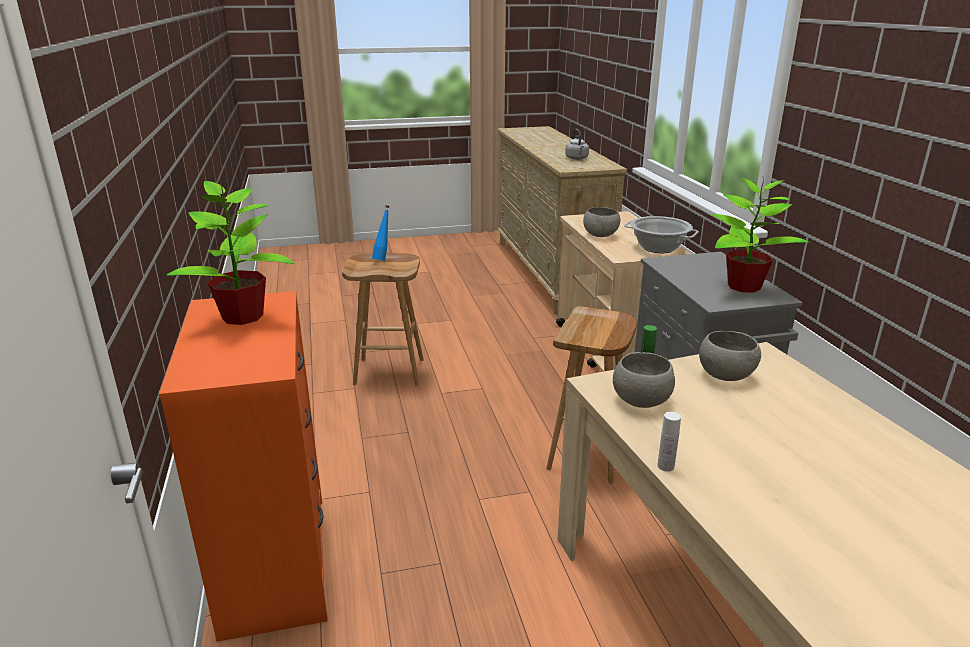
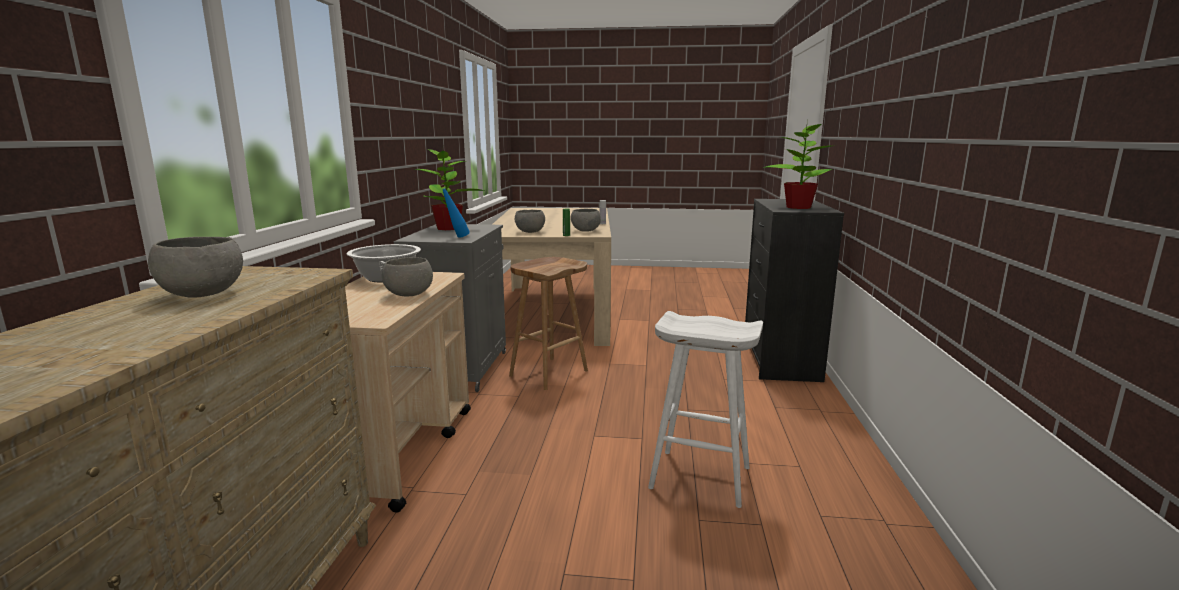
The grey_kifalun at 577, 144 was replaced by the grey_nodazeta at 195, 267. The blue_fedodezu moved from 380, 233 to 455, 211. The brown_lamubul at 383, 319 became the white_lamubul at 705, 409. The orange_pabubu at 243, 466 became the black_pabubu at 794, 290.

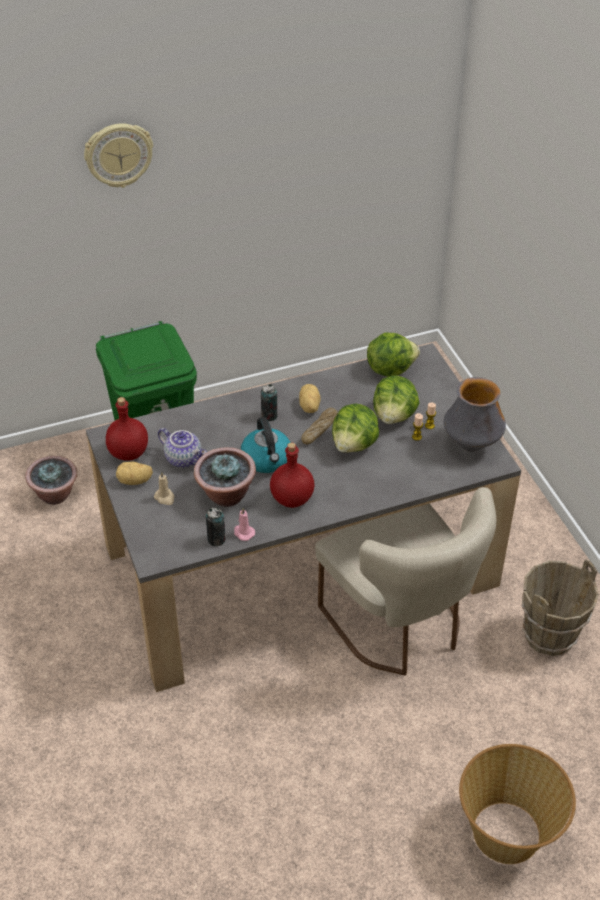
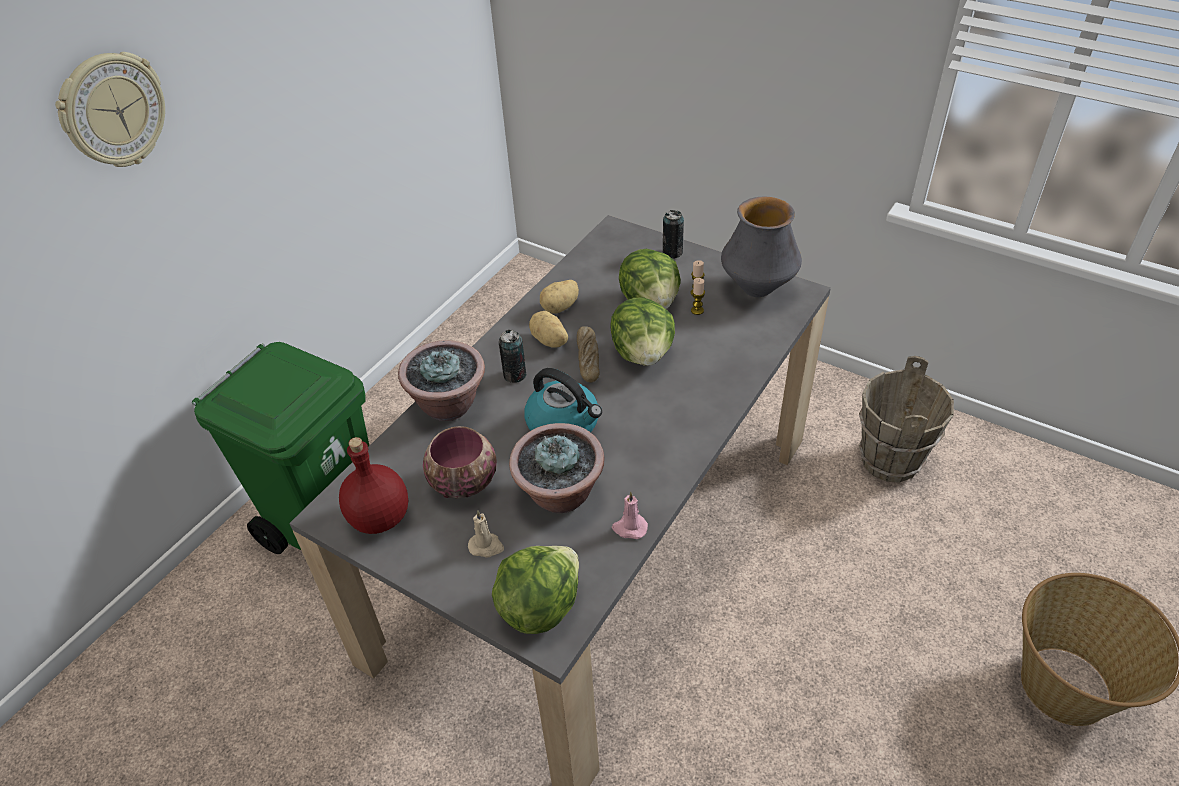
The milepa moved from 393, 354 to 535, 590. The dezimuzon at 182, 448 was replaced by the nodazeta at 460, 462. The red_fedodezu at 292, 475 disappeared. The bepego moved from 51, 480 to 441, 380. The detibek moved from 134, 473 to 559, 297. The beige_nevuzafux at 405, 581 disappeared. The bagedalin moved from 216, 527 to 673, 234.

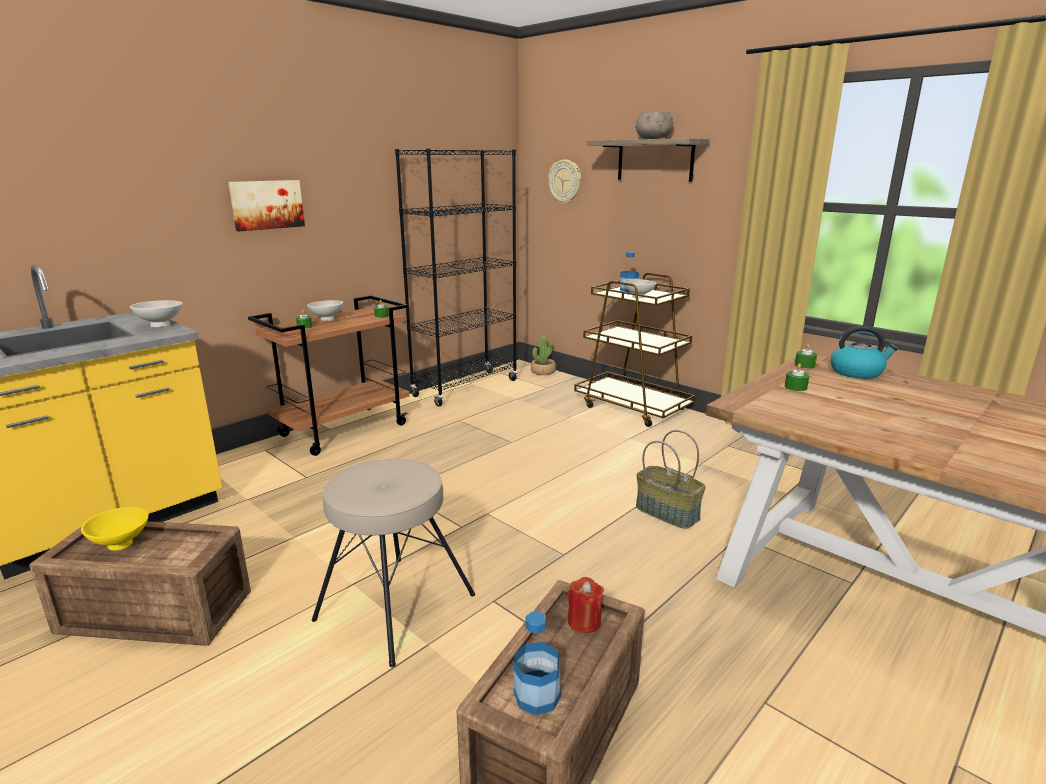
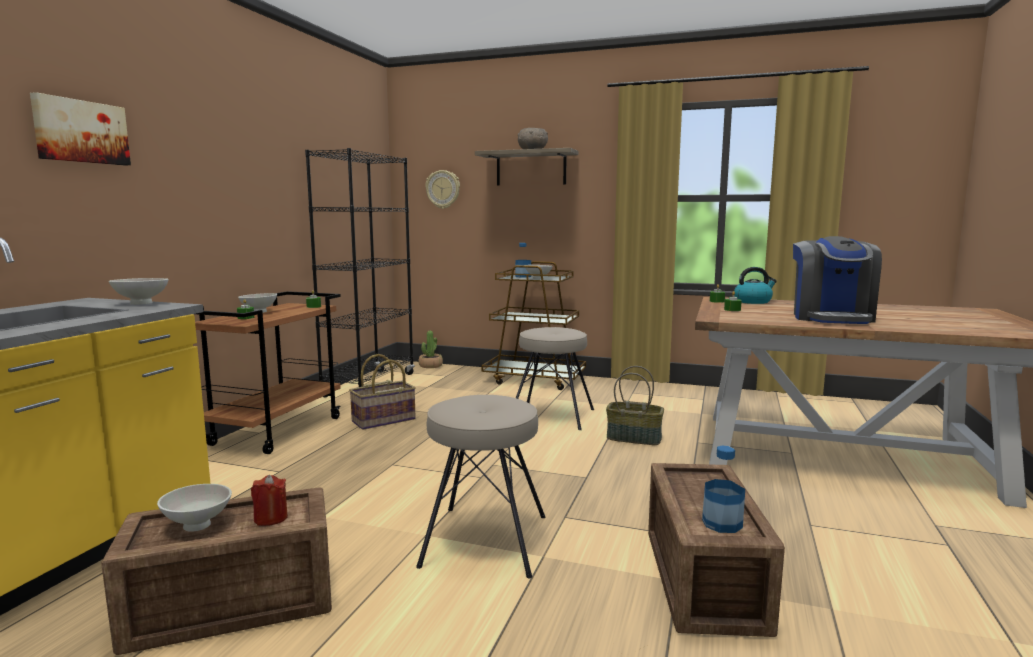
The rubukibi moved from 266, 205 to 80, 128. The yellow_nodazeta at 114, 528 became the white_nodazeta at 194, 508. The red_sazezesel moved from 586, 605 to 269, 500. The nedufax at 837, 280 appeared. The beige_lamubul at 555, 378 appeared. The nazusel at 382, 392 appeared.

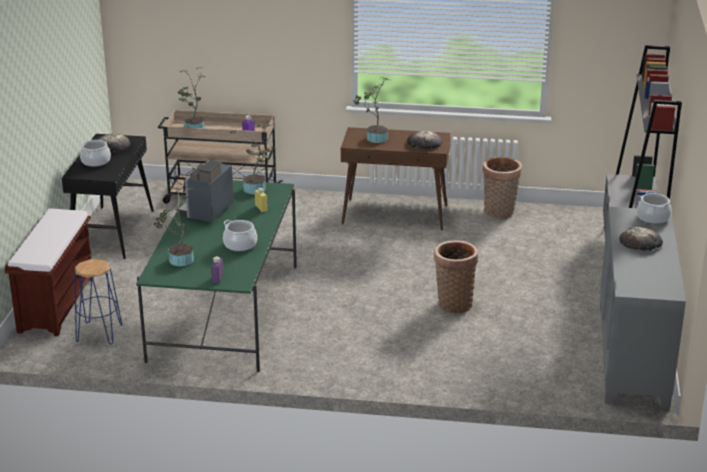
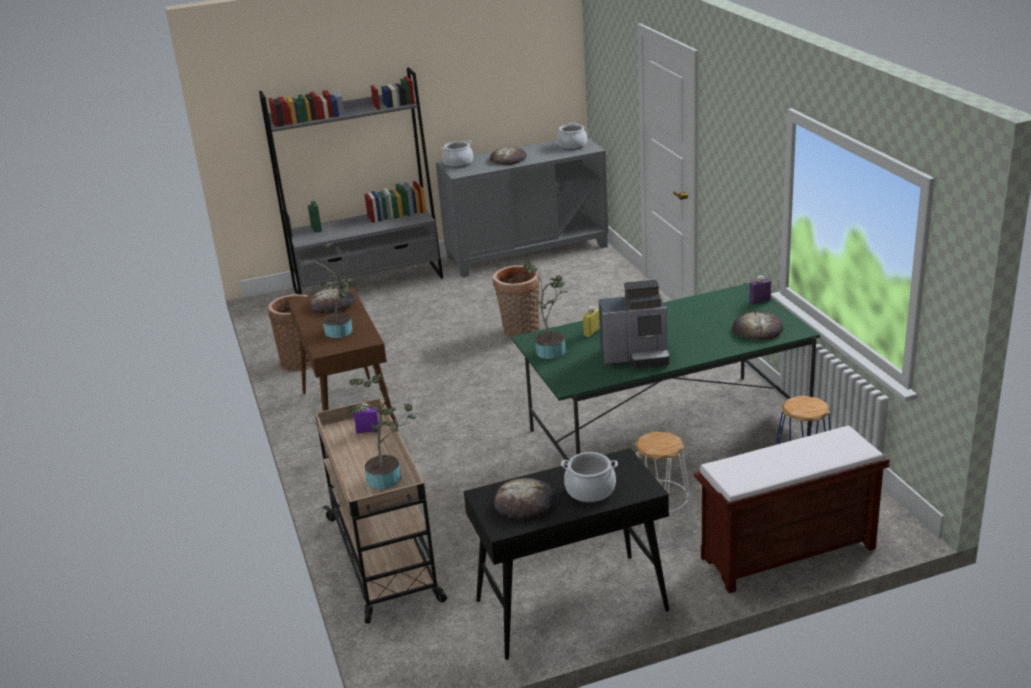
The bepego at 174, 227 was replaced by the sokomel at 757, 326. The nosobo moved from 240, 236 to 572, 136. The white_lamubul at 665, 490 appeared.

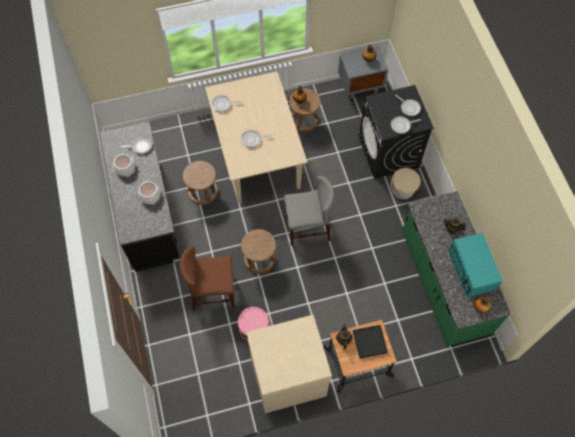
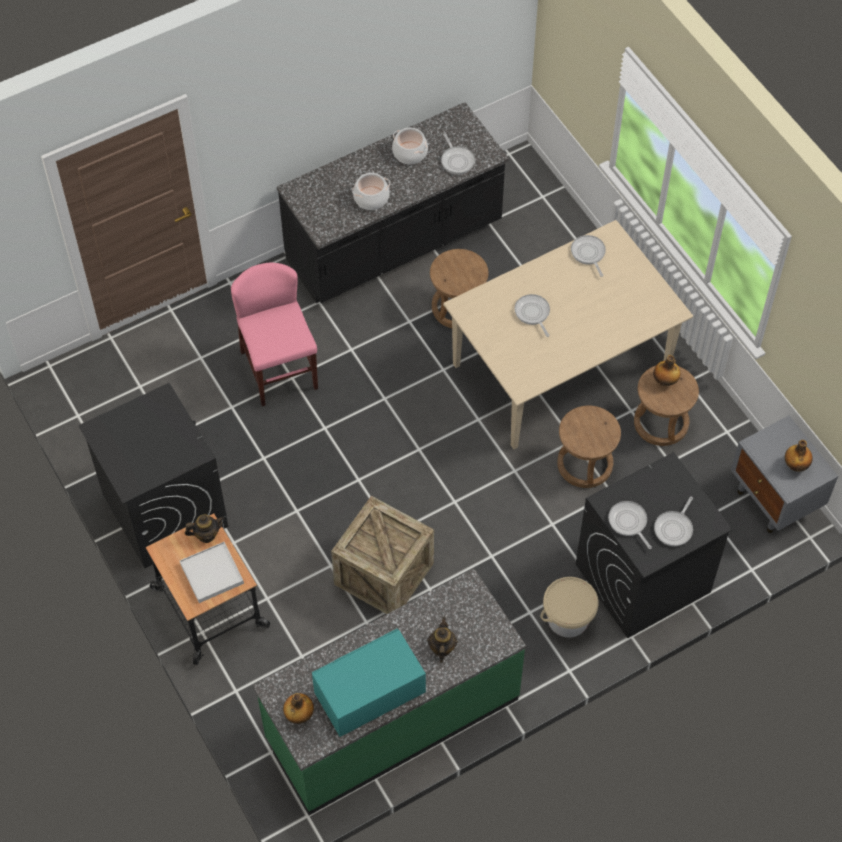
The grey_nevuzafux at 309, 211 disappeared. The brown_lamubul moved from 258, 251 to 589, 447. The brown_nevuzafux at 207, 278 became the pink_nevuzafux at 274, 334. The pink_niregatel at 254, 324 disappeared. The beige_pabubu at 289, 364 was replaced by the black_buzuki at 153, 475. The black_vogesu at 370, 342 became the white_vogesu at 212, 572. The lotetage at 382, 554 appeared.

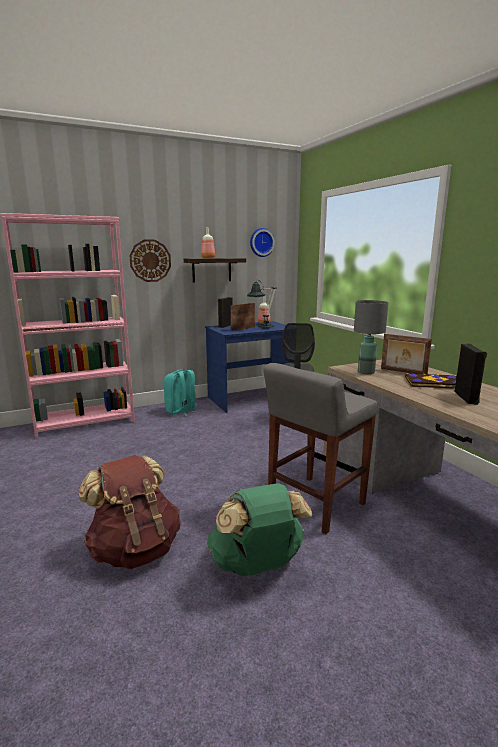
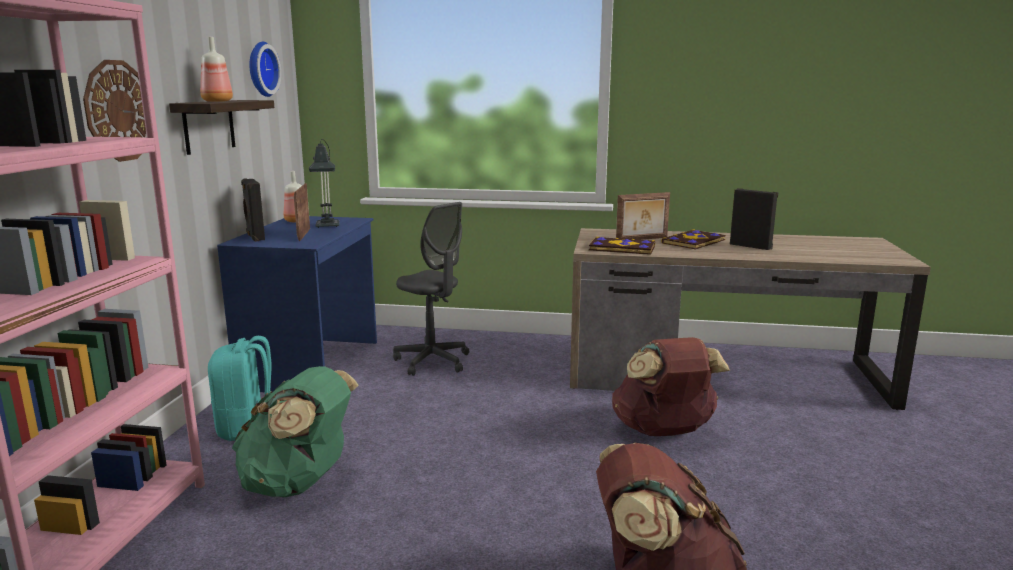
The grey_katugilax at 371, 337 was replaced by the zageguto at 622, 246. The grey_lamubul at 320, 448 was replaced by the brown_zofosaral at 671, 386. The green_zofosaral moved from 260, 529 to 295, 431.

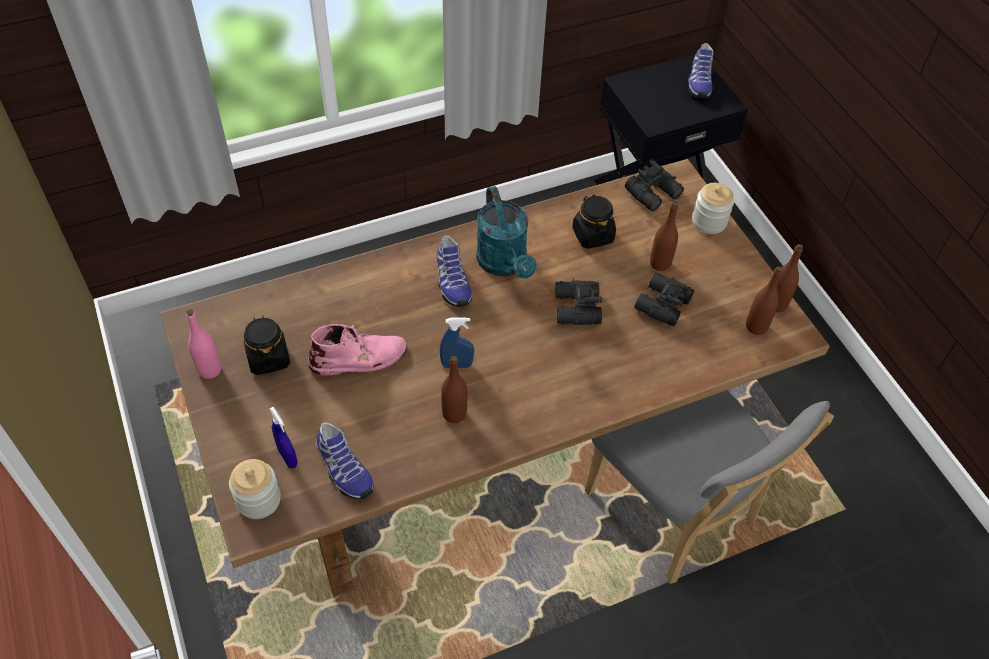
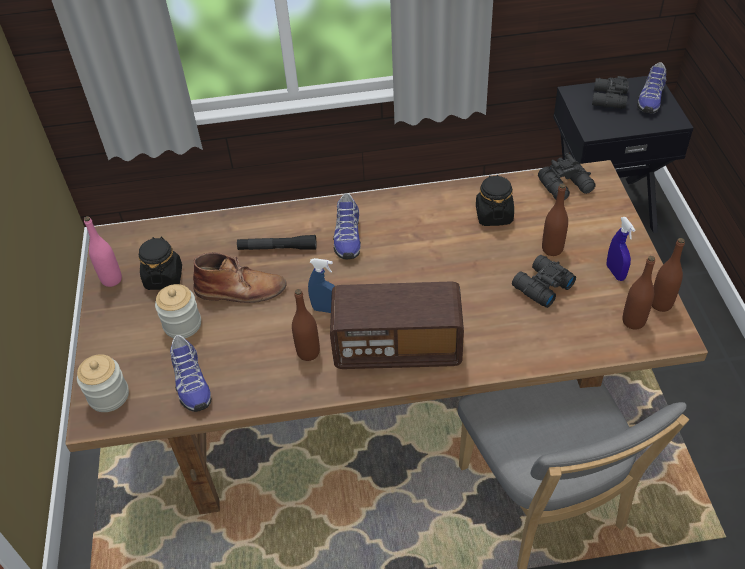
The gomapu moved from 713, 208 to 178, 311. The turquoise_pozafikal at 506, 232 disappeared. The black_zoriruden moved from 578, 301 to 610, 92. The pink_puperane at 357, 349 became the brown_puperane at 240, 278. The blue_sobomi moved from 283, 437 to 621, 249. The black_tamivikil at 277, 242 appeared. The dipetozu at 397, 325 appeared.

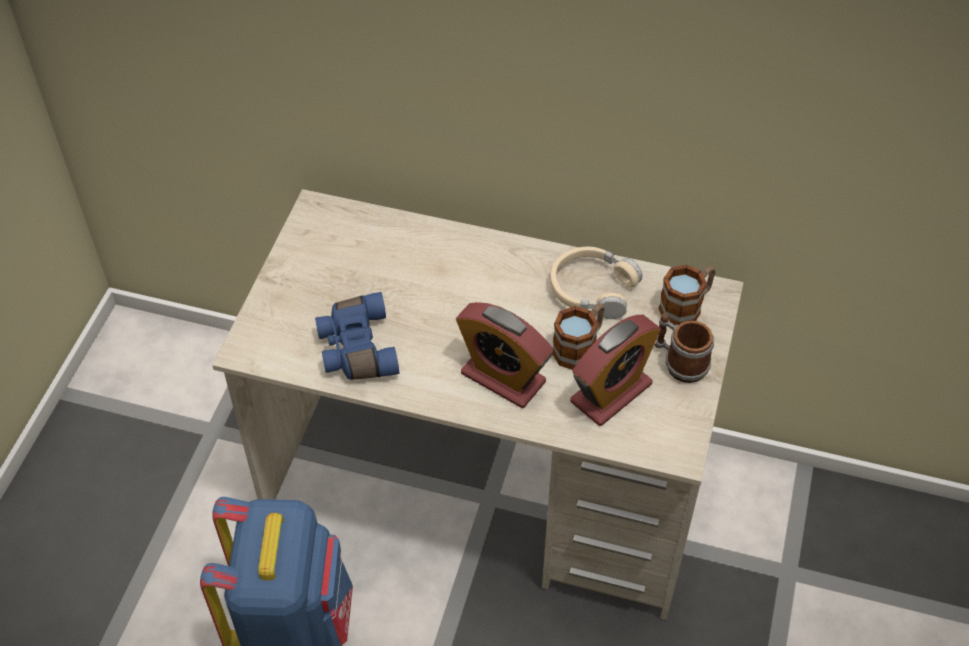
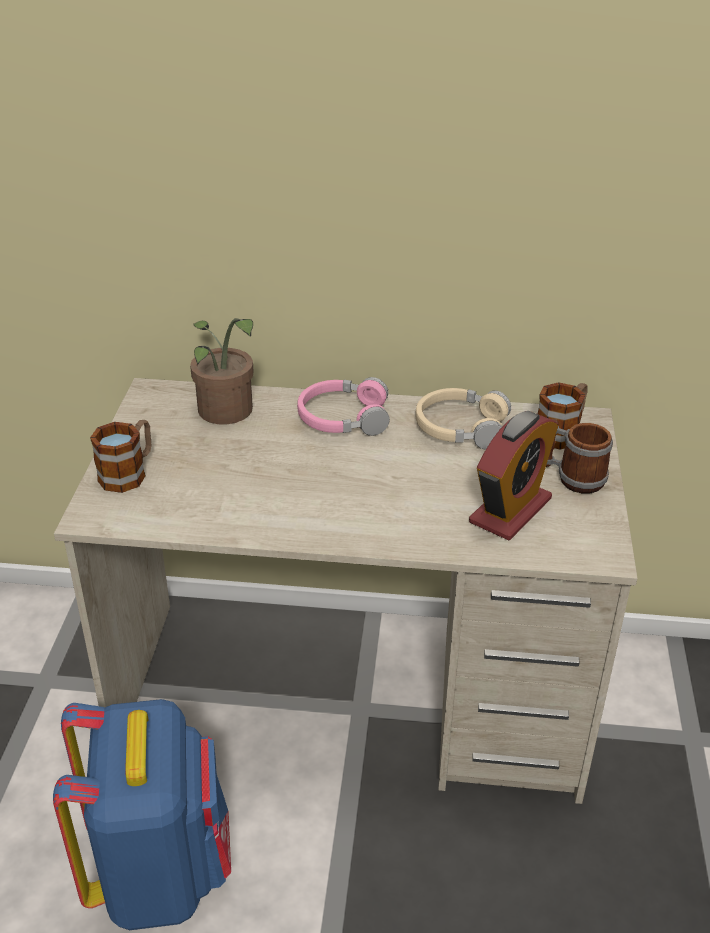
The blue_zoriruden at 357, 336 disappeared. The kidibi at 504, 355 disappeared. The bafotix moved from 578, 337 to 121, 456. The bepego at 222, 371 appeared. The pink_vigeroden at 343, 406 appeared.

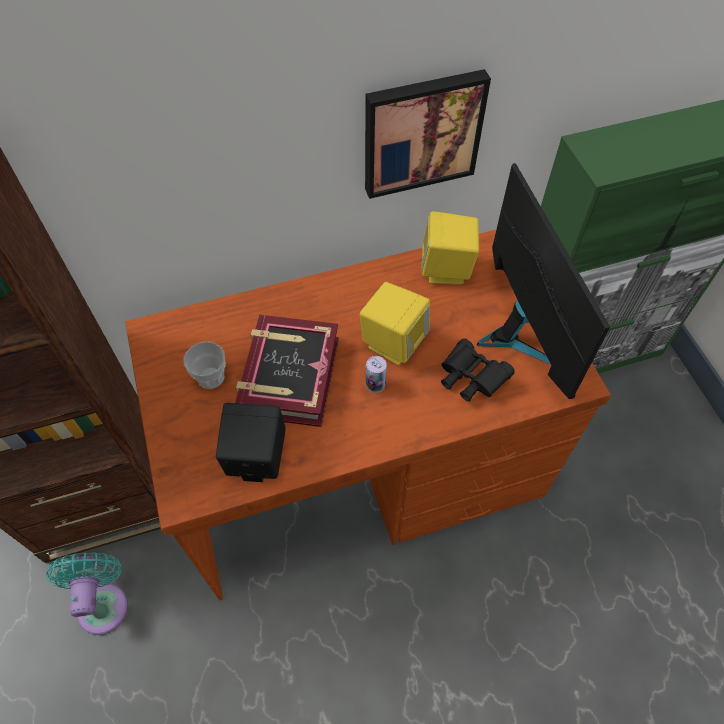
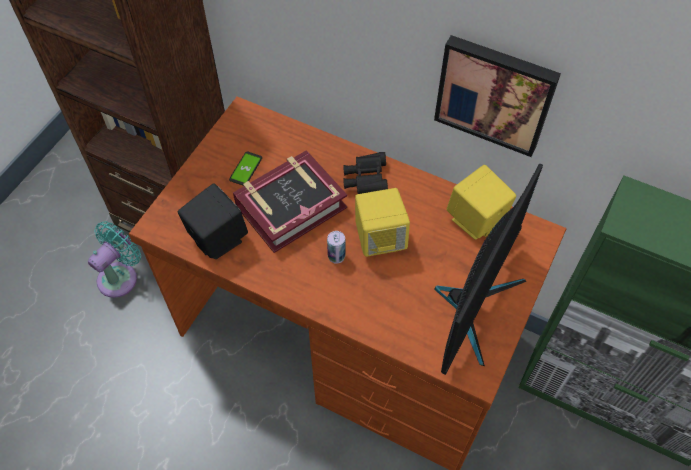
The black_zoriruden moved from 478, 370 to 365, 173. The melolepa at 204, 365 was replaced by the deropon at 245, 168.

